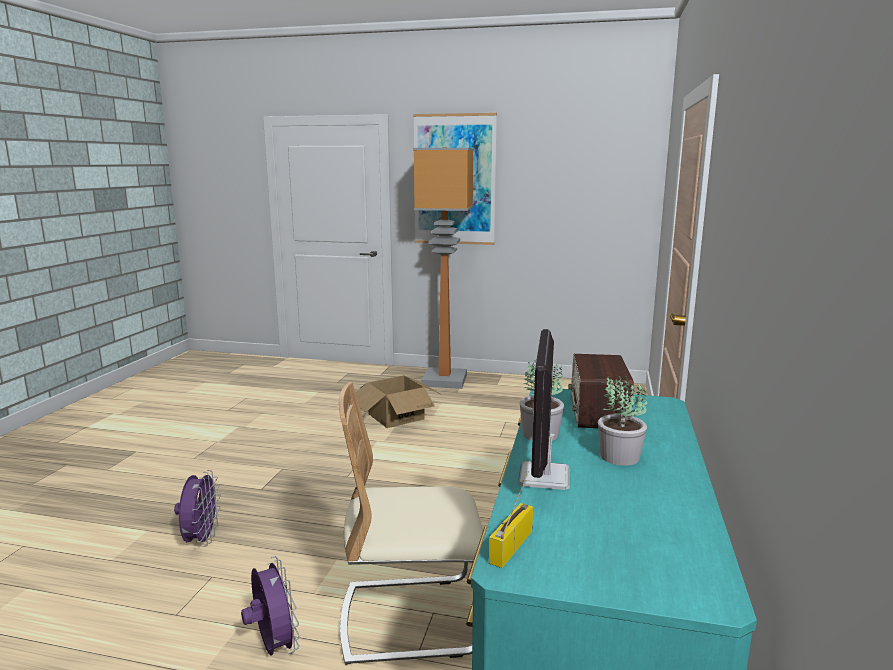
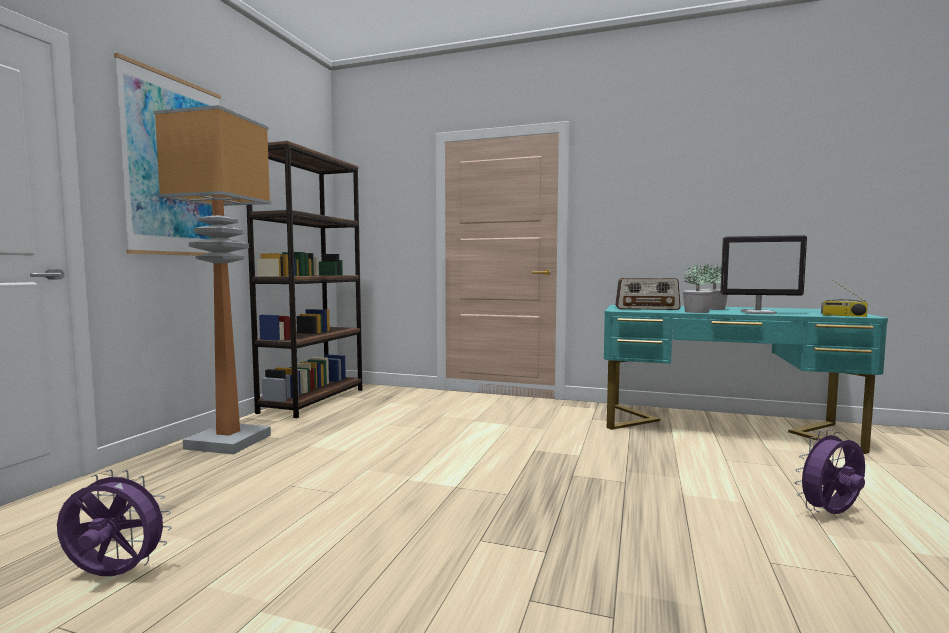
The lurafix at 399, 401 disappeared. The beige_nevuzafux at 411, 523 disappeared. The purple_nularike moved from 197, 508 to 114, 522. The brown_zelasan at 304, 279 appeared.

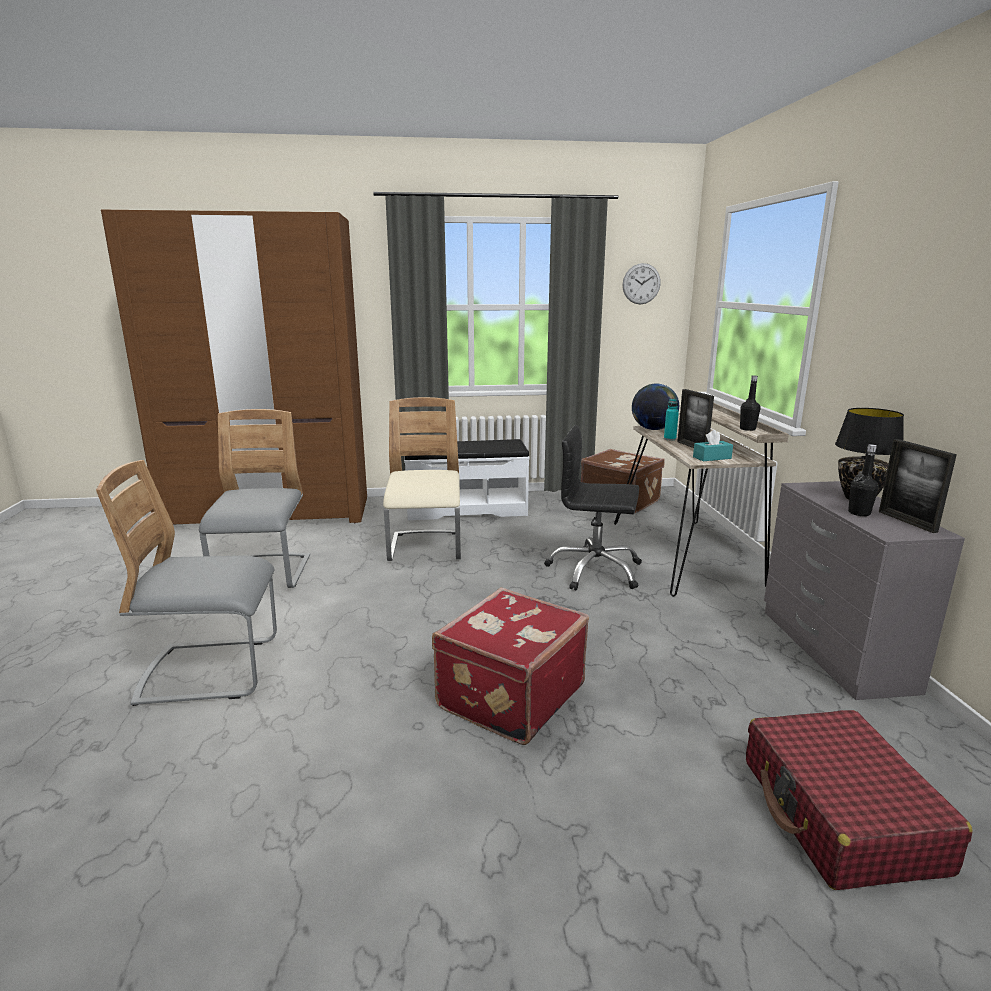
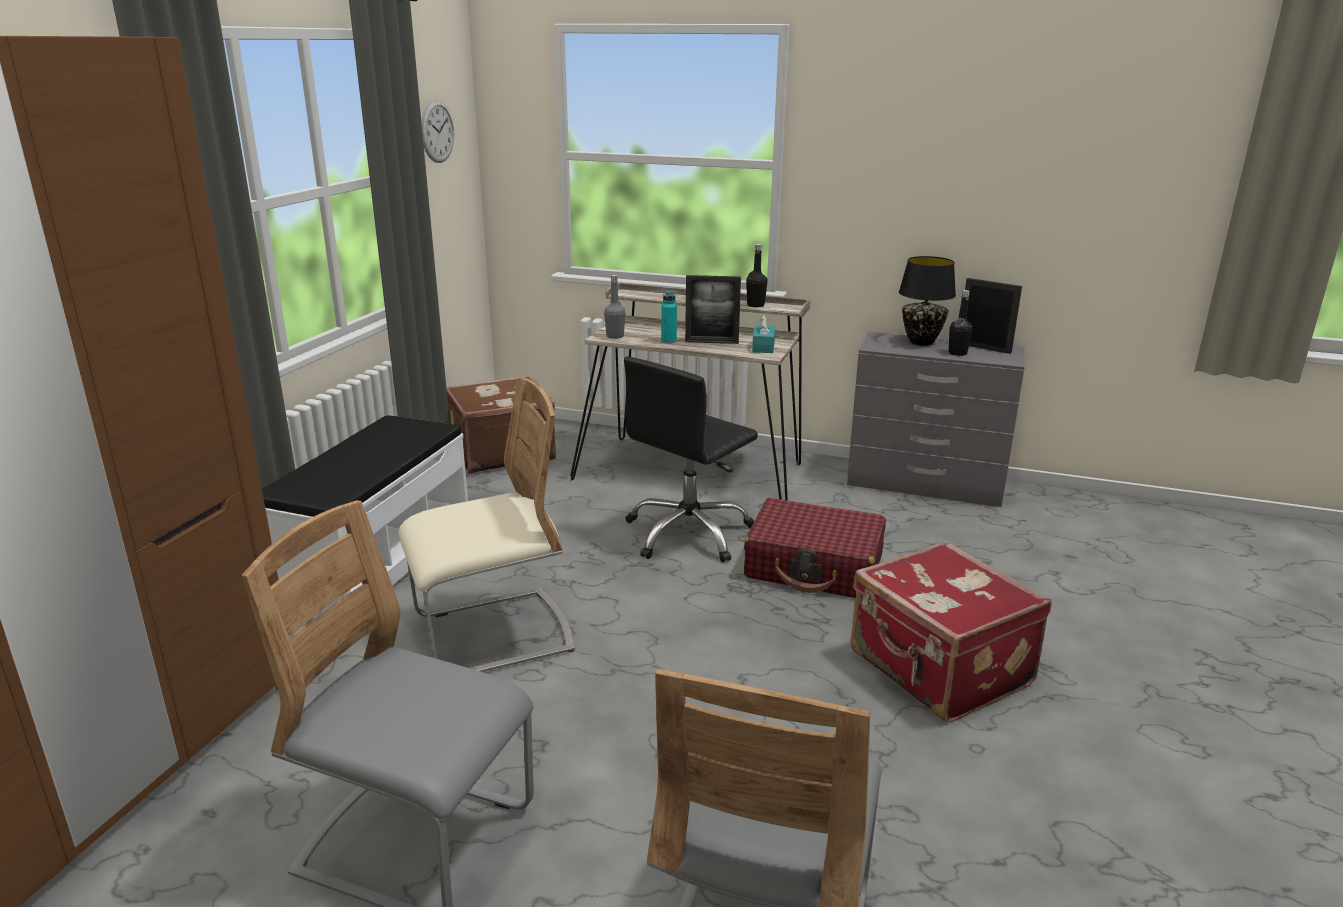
The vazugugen at 655, 407 was replaced by the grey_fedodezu at 615, 307. The beige_nevuzafux at 422, 479 turned 135 degrees clockwise. The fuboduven at 918, 486 turned 150 degrees counterclockwise. The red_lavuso moved from 859, 800 to 815, 548.

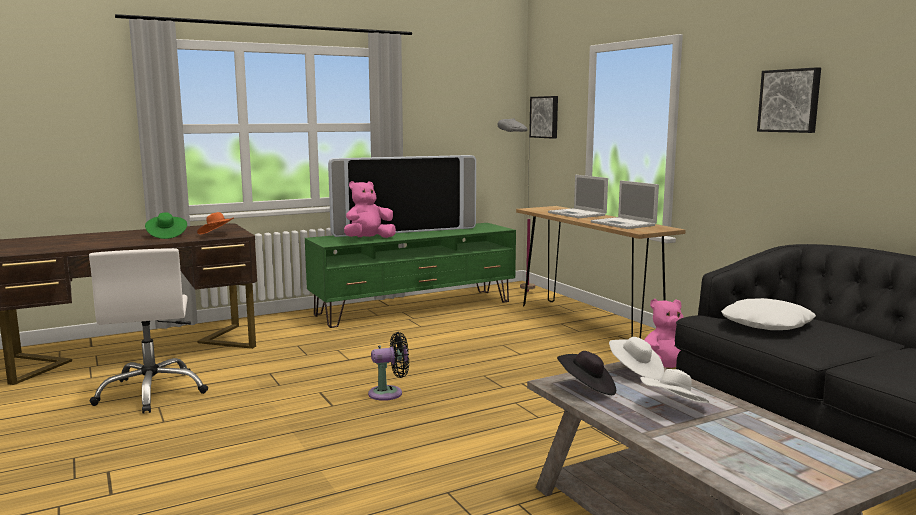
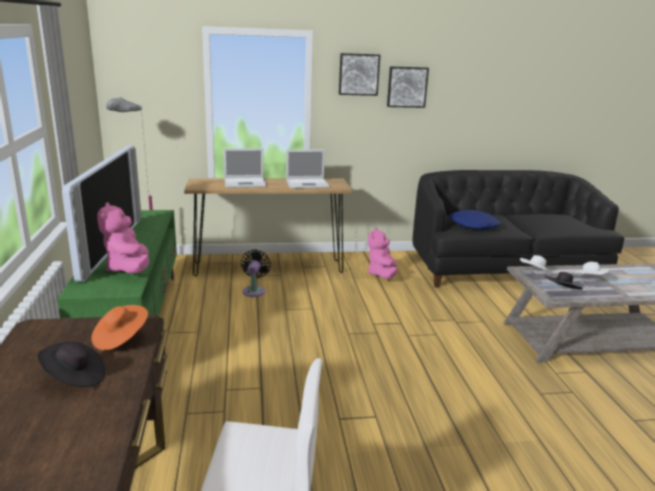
The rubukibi moved from 544, 117 to 359, 74. The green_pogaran at 166, 225 became the black_pogaran at 71, 364. The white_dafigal at 768, 314 became the blue_dafigal at 475, 220. The black_nularike moved from 388, 366 to 256, 273.

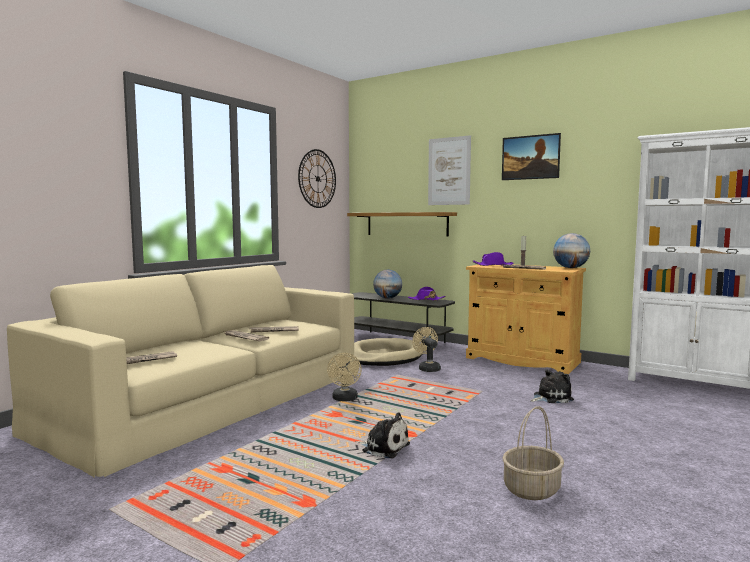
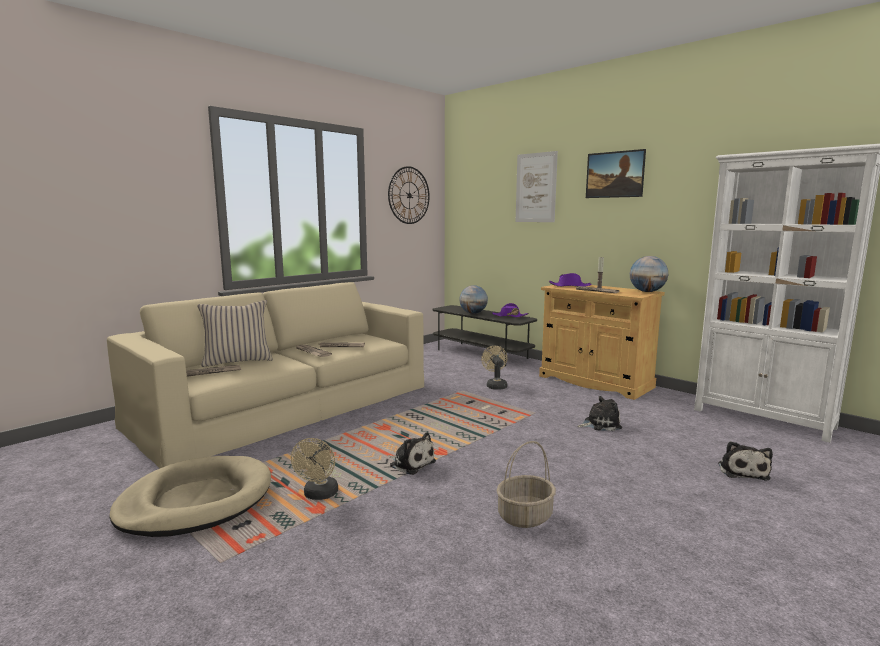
The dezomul at 402, 224 disappeared. The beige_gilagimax moved from 389, 352 to 190, 496. The beige_nularike moved from 344, 377 to 314, 469. The beige_dafigal at 235, 333 appeared. The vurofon at 745, 461 appeared.

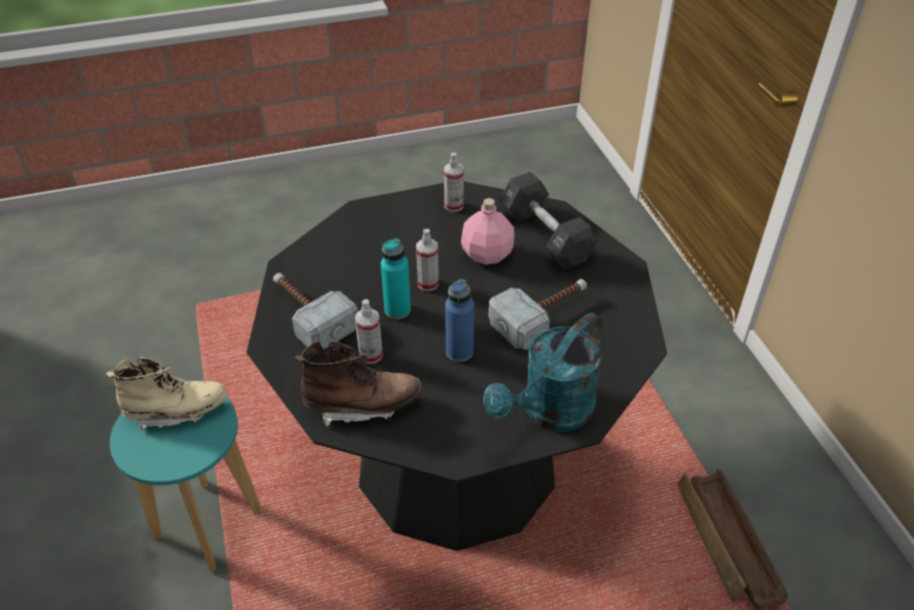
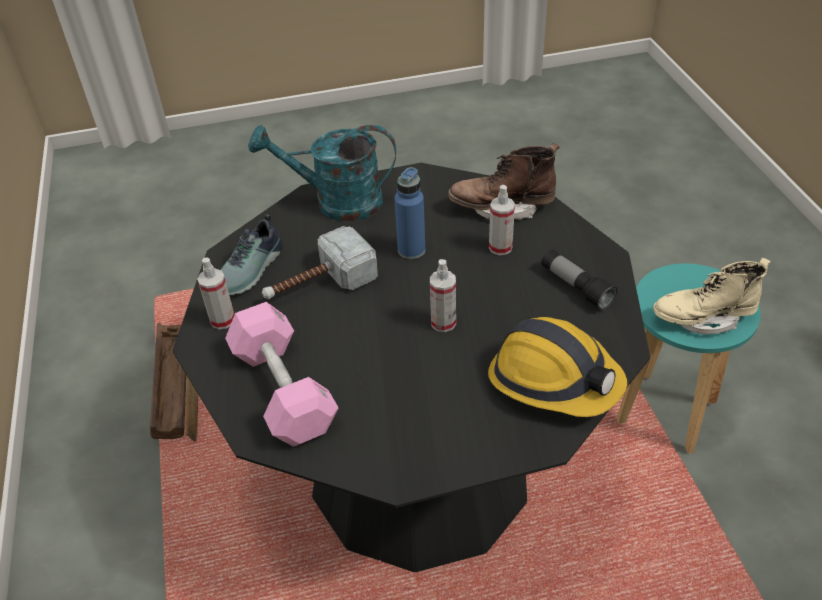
The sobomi moved from 454, 182 to 215, 293. The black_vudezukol at 549, 220 became the pink_vudezukol at 282, 374. The pink_fedodezu at 488, 231 disappeared. The turquoise_fedodezu at 396, 278 disappeared. The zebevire at 315, 311 was replaced by the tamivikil at 579, 280. The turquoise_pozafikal at 543, 372 turned 135 degrees counterclockwise. The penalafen at 252, 254 appeared. The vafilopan at 557, 367 appeared.

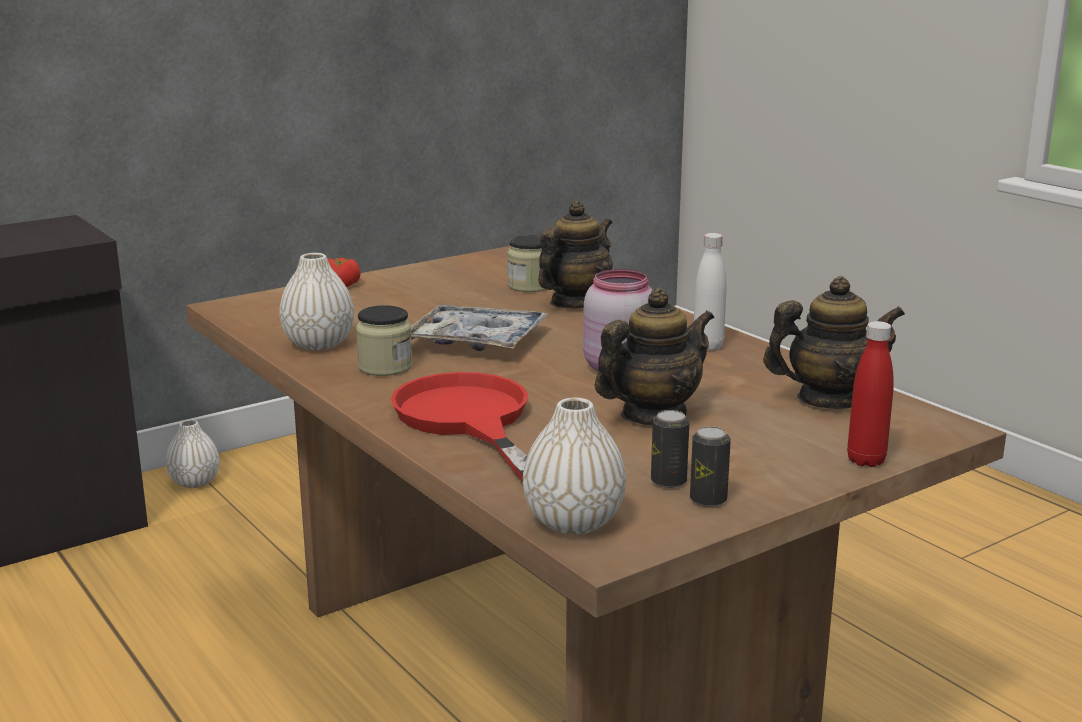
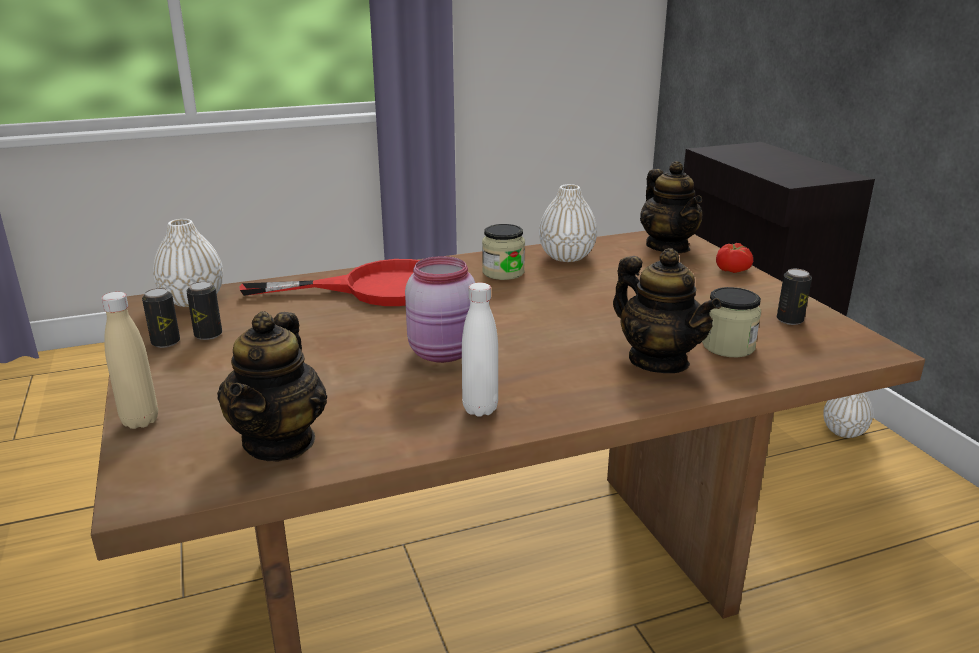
The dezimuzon moved from 654, 356 to 671, 207. The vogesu at 479, 328 disappeared. The red_fedodezu at 870, 394 became the beige_fedodezu at 129, 360. The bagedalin at 794, 297 appeared.

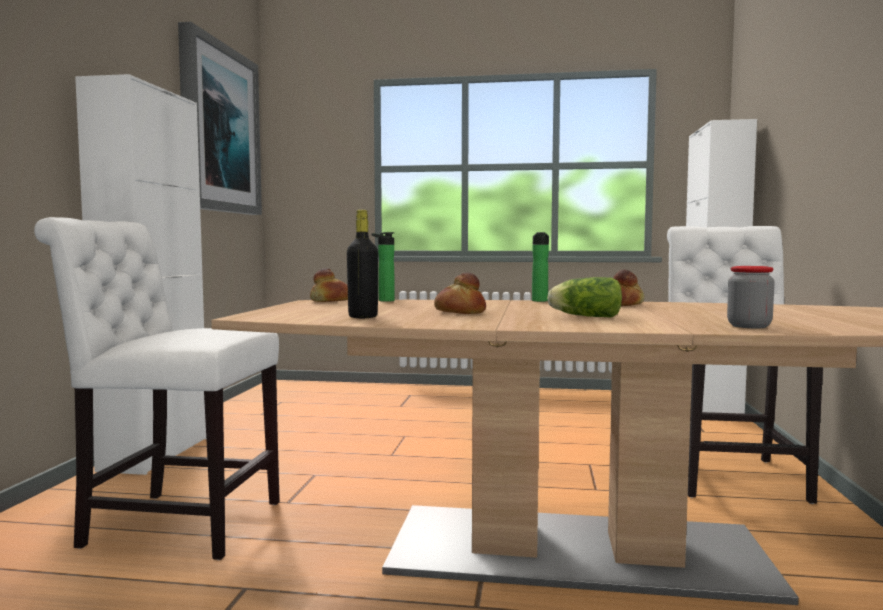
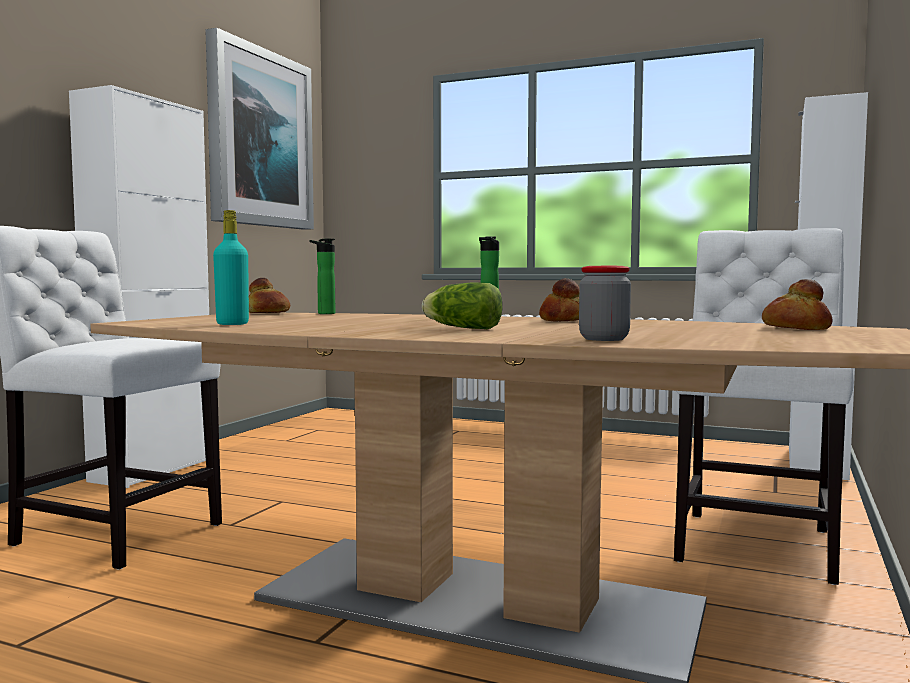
The black_fedodezu at 362, 264 became the turquoise_fedodezu at 231, 267. The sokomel moved from 460, 293 to 797, 304.

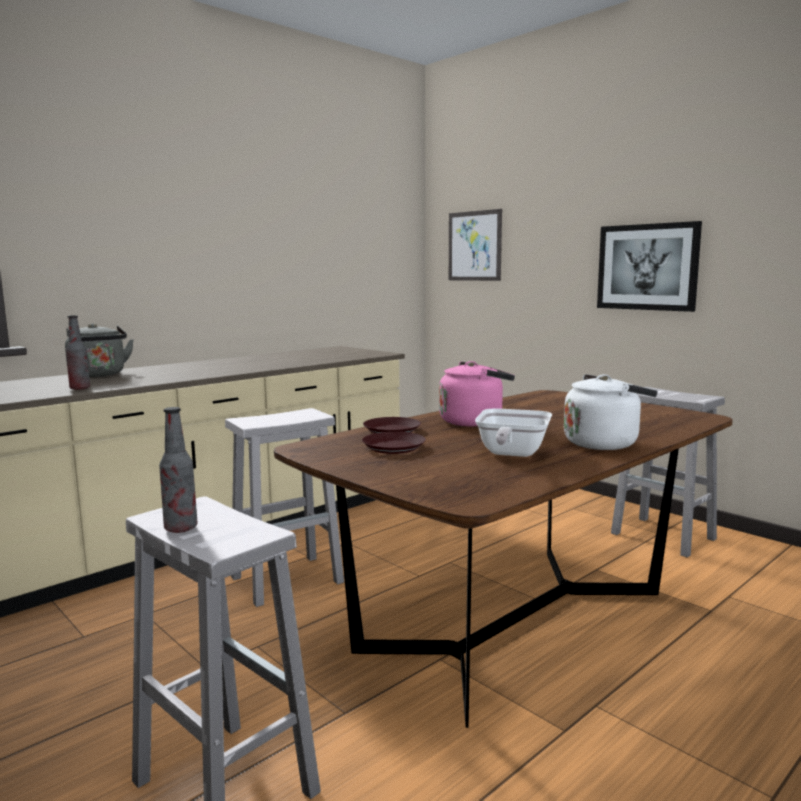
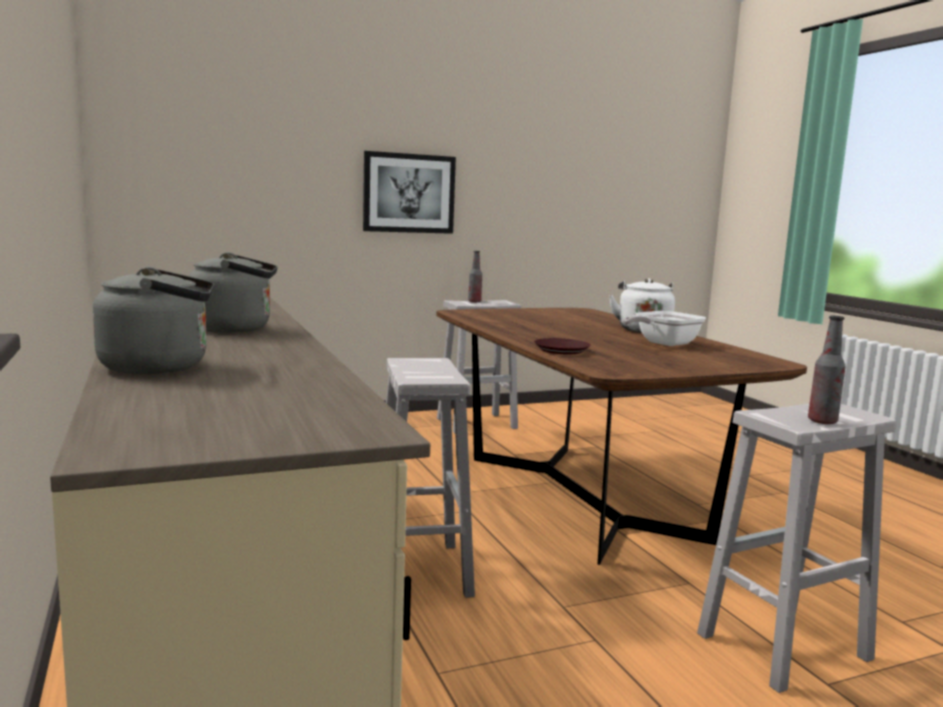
The rubukibi at 475, 245 disappeared. The fedodezu moved from 78, 352 to 475, 276. The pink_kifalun at 477, 393 disappeared. The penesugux at 513, 432 turned 105 degrees clockwise. The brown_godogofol at 394, 443 disappeared. The grey_kifalun at 233, 292 appeared.

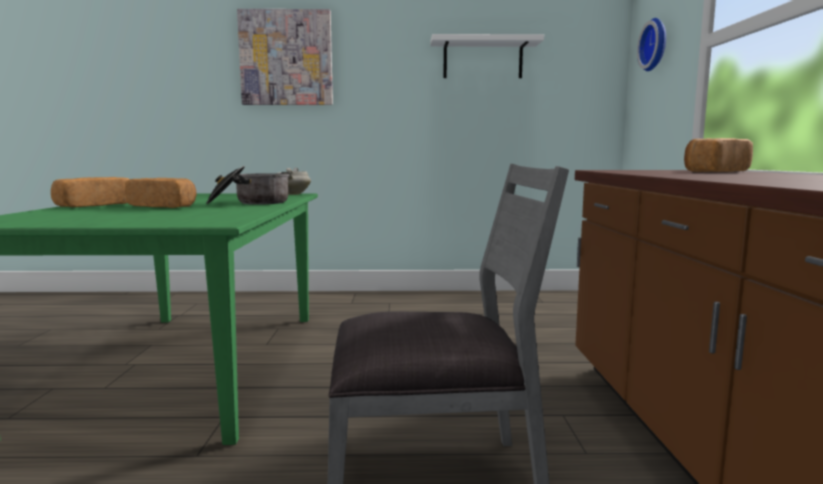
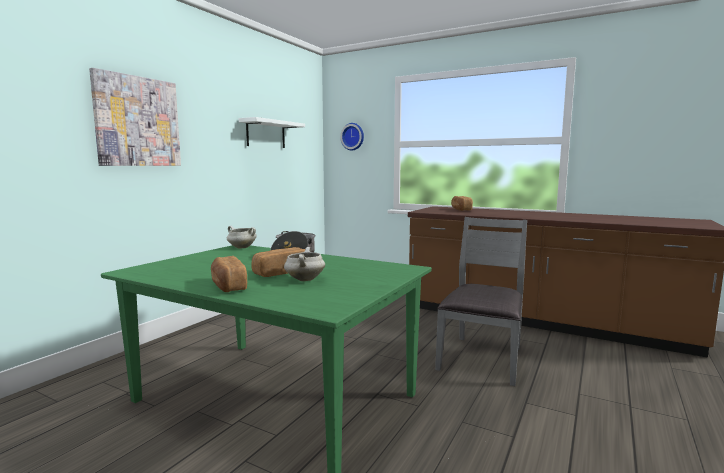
The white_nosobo at 304, 264 appeared.

